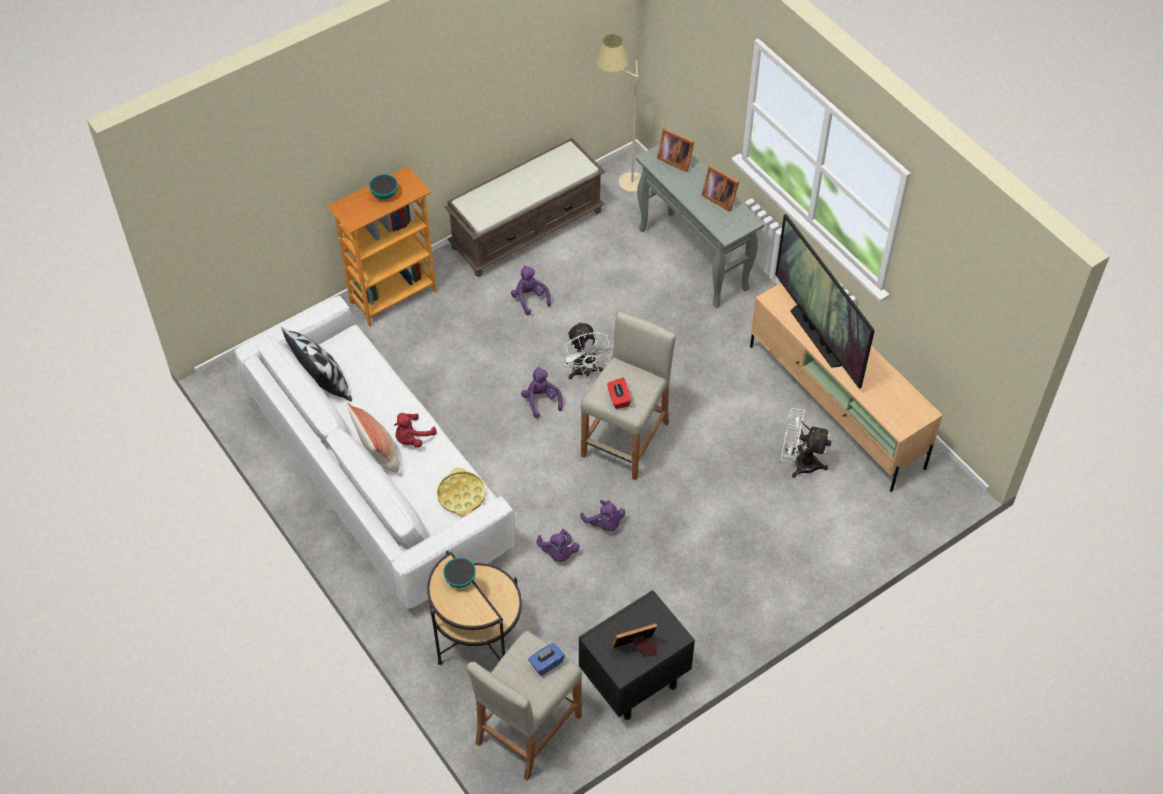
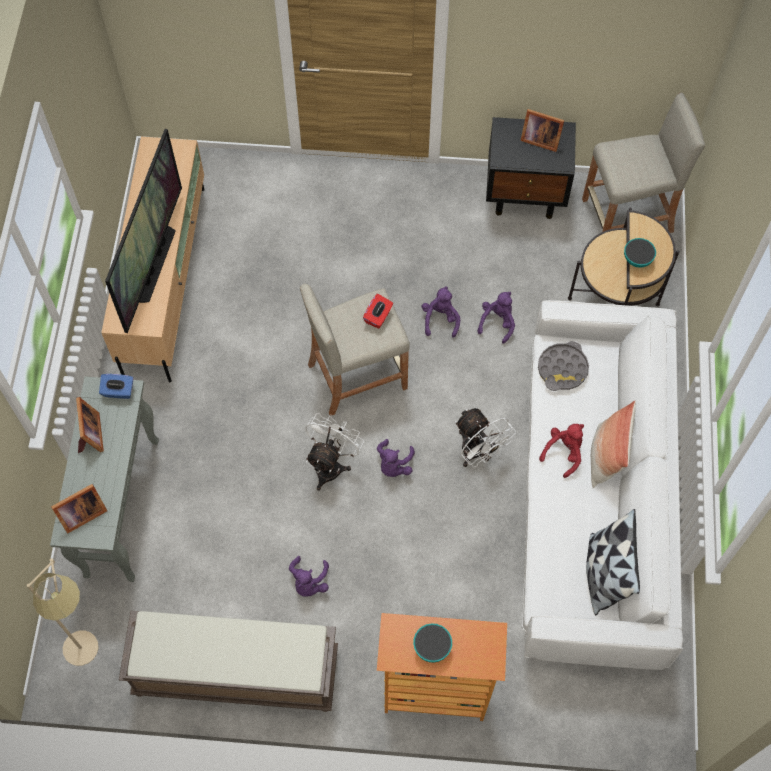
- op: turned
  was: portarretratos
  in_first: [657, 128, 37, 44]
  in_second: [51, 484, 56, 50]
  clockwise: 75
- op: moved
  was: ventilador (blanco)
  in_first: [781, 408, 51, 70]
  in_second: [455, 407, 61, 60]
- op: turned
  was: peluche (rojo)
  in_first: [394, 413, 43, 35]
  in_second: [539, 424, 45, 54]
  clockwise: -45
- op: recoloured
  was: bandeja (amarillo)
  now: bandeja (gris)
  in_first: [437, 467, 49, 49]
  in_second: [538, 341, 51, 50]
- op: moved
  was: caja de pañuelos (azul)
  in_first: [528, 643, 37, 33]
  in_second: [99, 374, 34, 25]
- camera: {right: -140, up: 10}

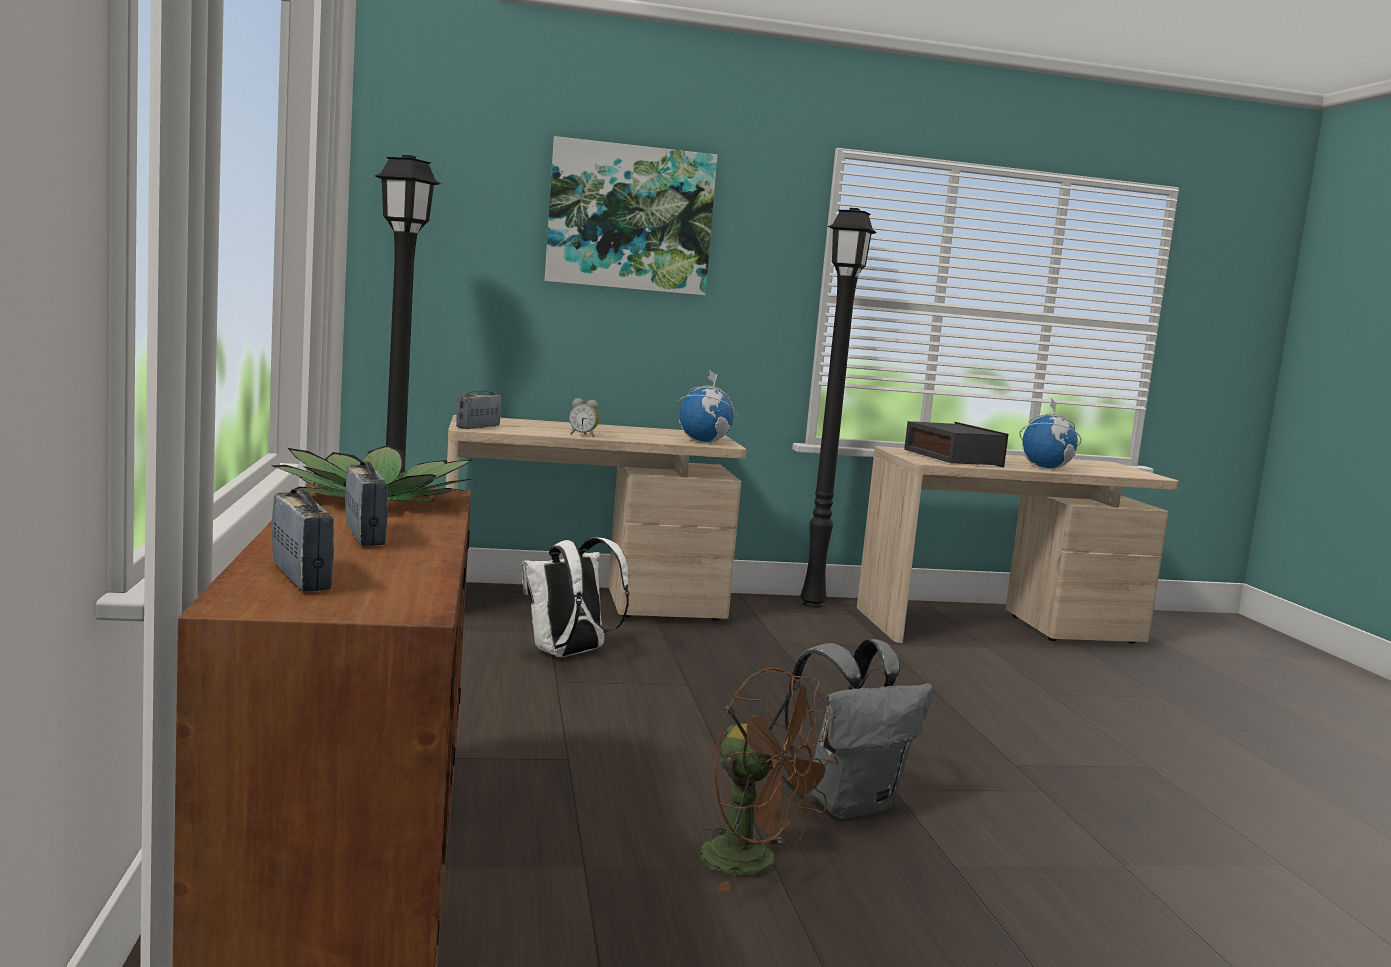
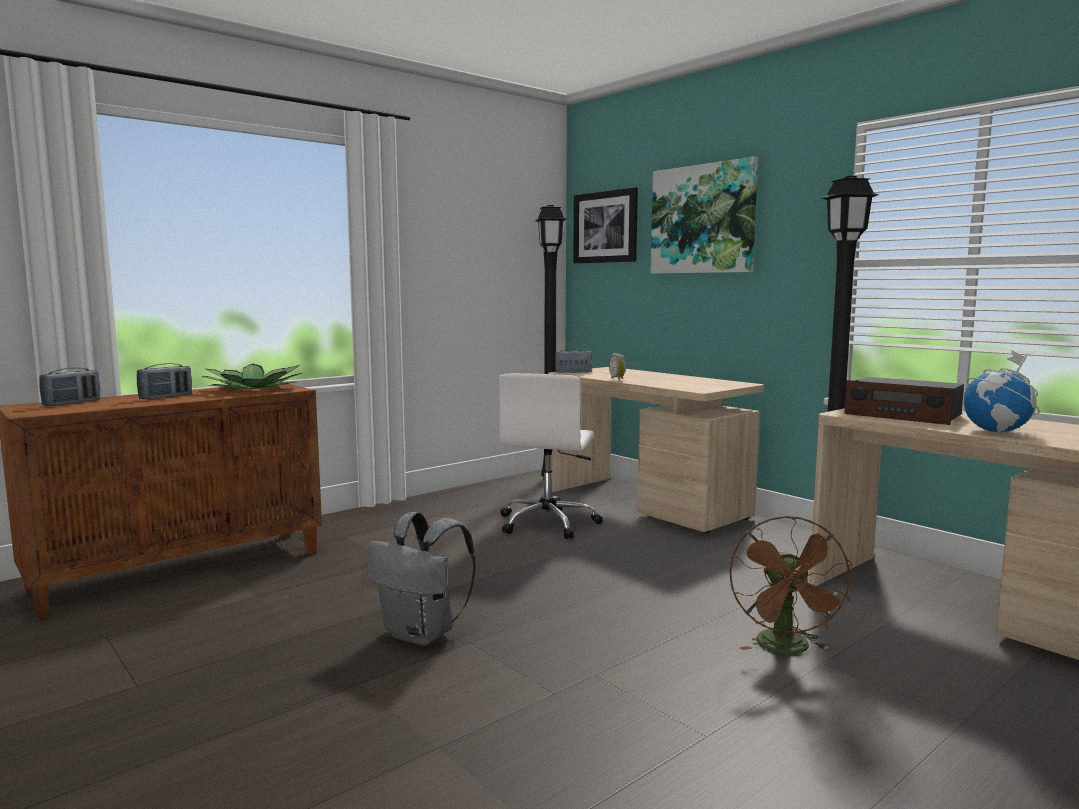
- op: removed
  was: globo terráqueo
  in_first: [678, 370, 60, 73]
- op: turned
  was: radio
  in_first: [904, 421, 105, 47]
  in_second: [844, 377, 120, 48]
  clockwise: 90
- op: replaced
  was: mochila (blanco)
  now: silla de oficina (blanco)
  in_first: [522, 537, 107, 120]
  in_second: [499, 373, 104, 166]
- op: moved
  was: ventilador (marrón)
  in_first: [700, 667, 138, 225]
  in_second: [729, 516, 123, 138]
- op: added
  now: cuadro
  in_second: [573, 187, 65, 77]
- camera: {right: 60, up: 0}

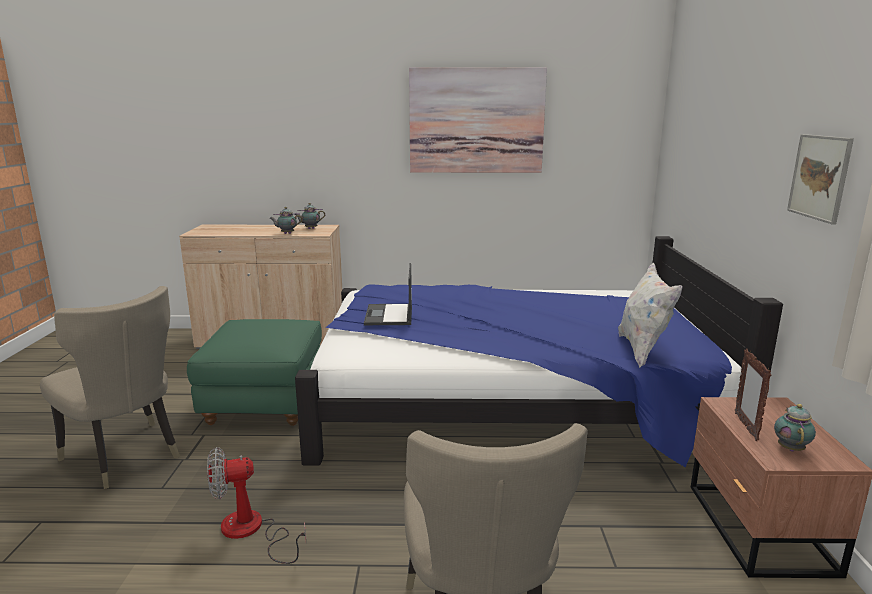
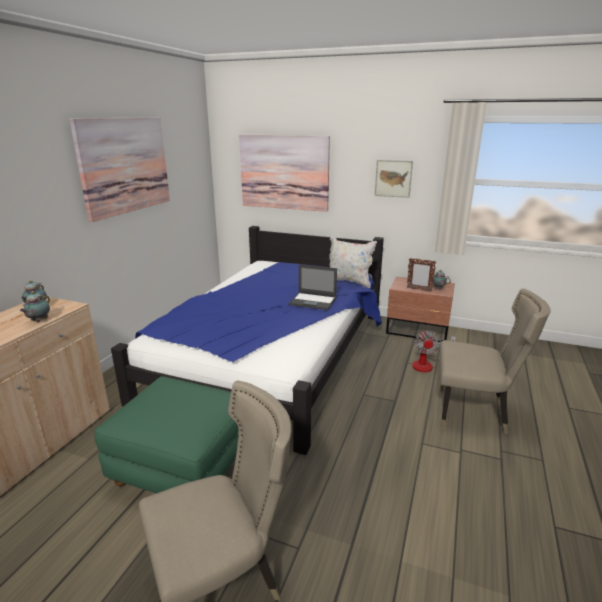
- op: moved
  was: portátil
  in_first: [364, 263, 48, 62]
  in_second: [289, 264, 48, 46]
- op: moved
  was: ventilador
  in_first: [207, 447, 99, 117]
  in_second: [412, 330, 44, 42]
- op: added
  now: cuadro
  in_second: [239, 135, 91, 77]
- camera: {right: -70, up: 5}

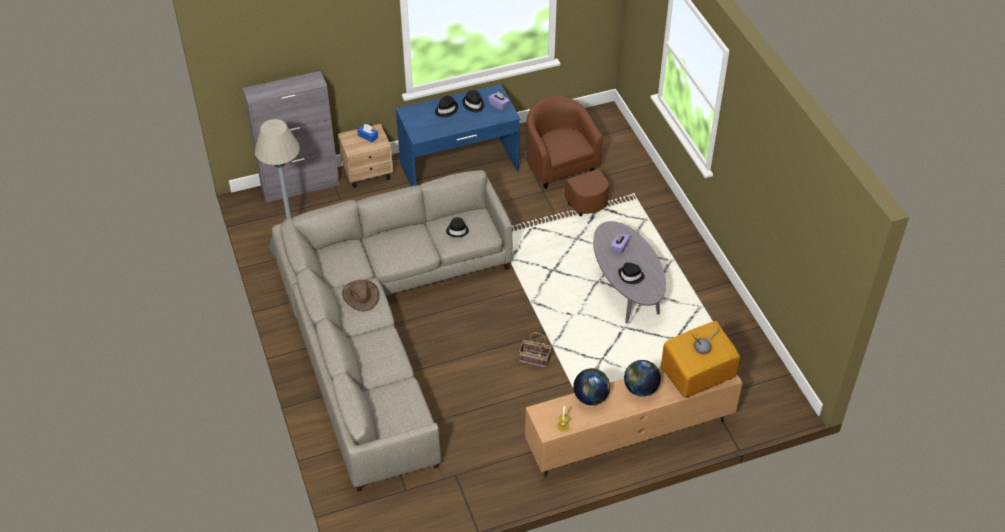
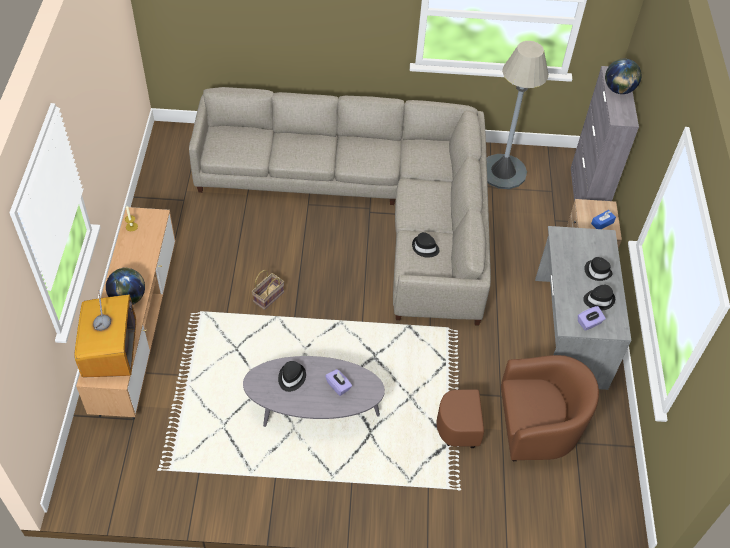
- op: recoloured
  was: escritorio (azul)
  now: escritorio (gris)
  in_first: [396, 84, 125, 102]
  in_second: [535, 226, 96, 164]
- op: removed
  was: sombrero (marrón)
  in_first: [342, 280, 37, 31]
- op: moved
  was: globo terráqueo
  in_first: [573, 368, 37, 37]
  in_second: [605, 58, 36, 36]
- camera: {right: 110, up: 5}

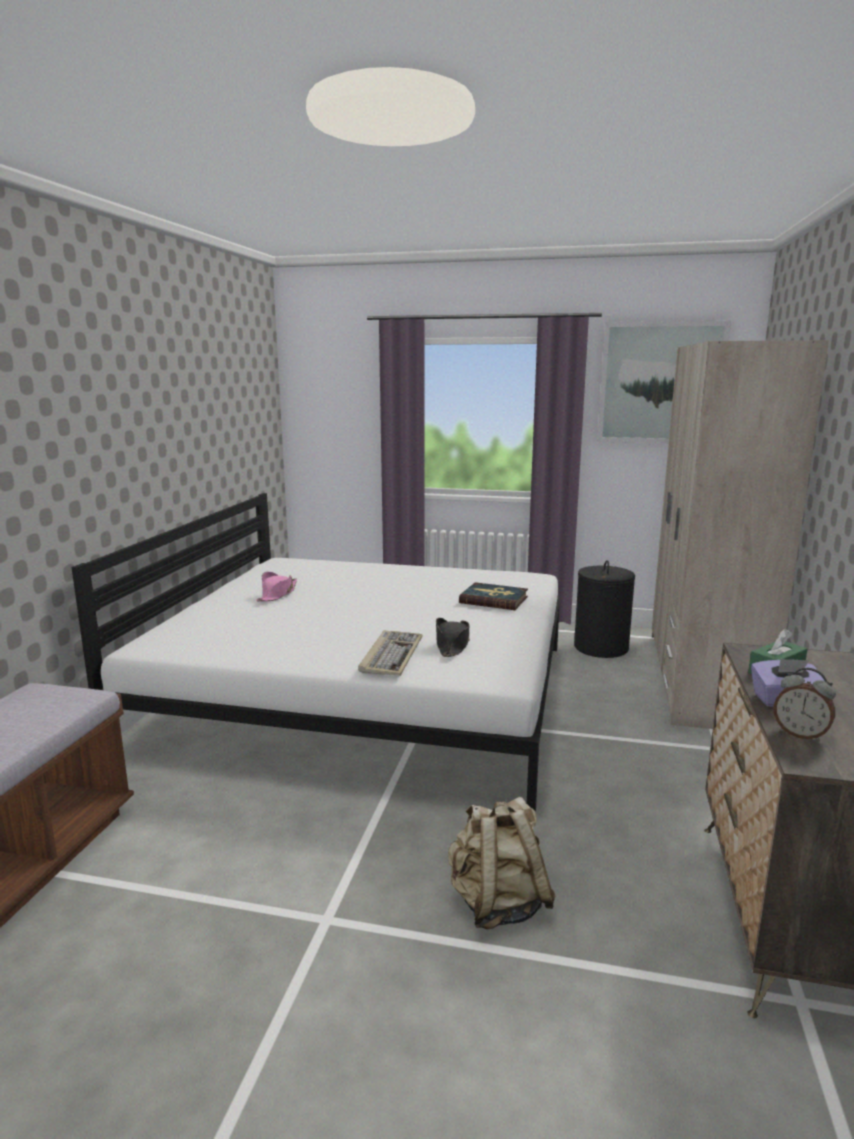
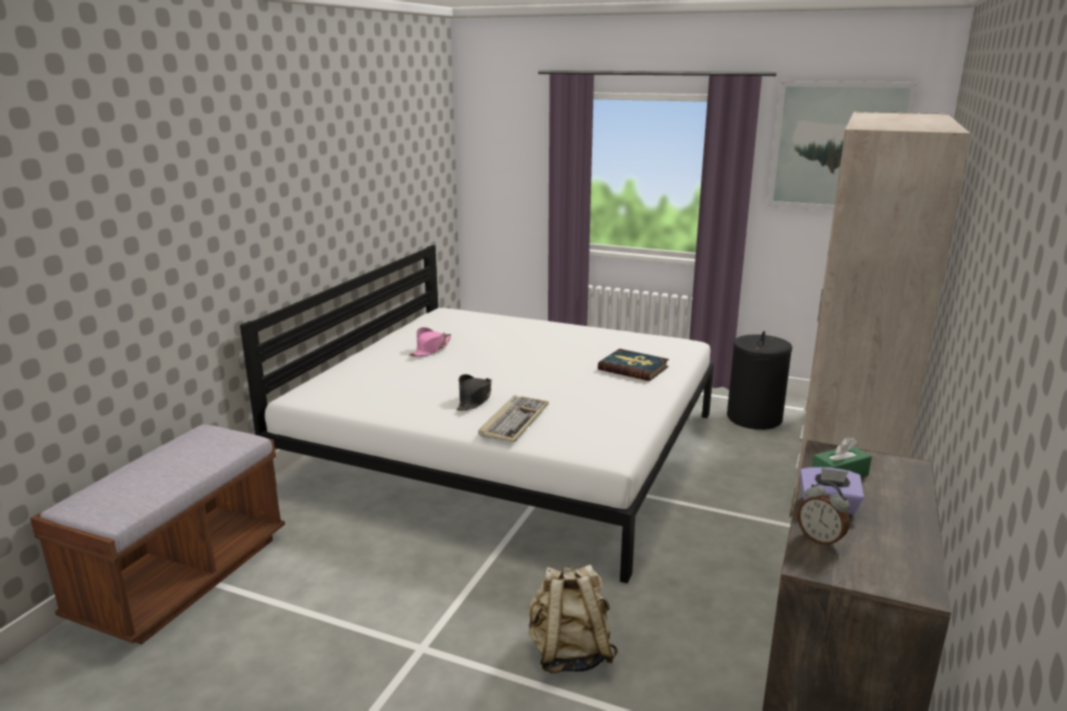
- op: moved
  was: sombrero (negro)
  in_first: [436, 618, 34, 39]
  in_second: [457, 374, 35, 37]
- camera: {right: 10, up: 5}

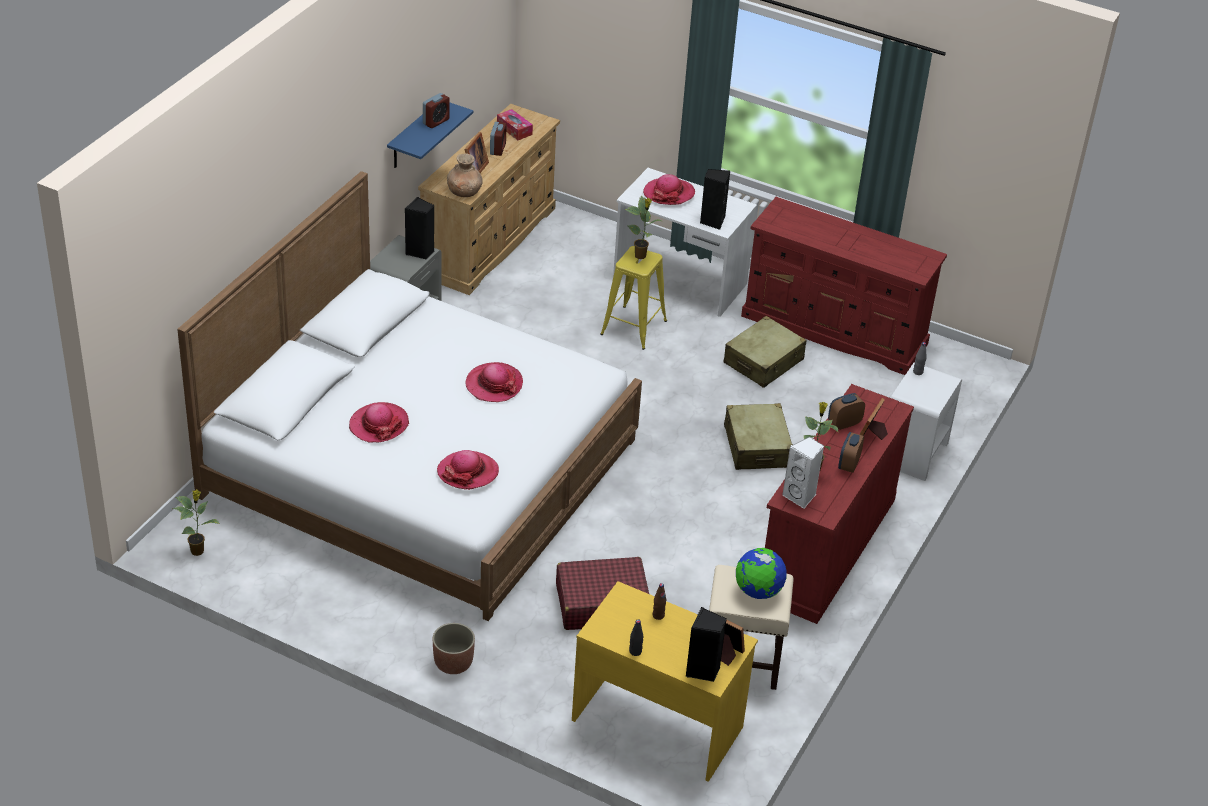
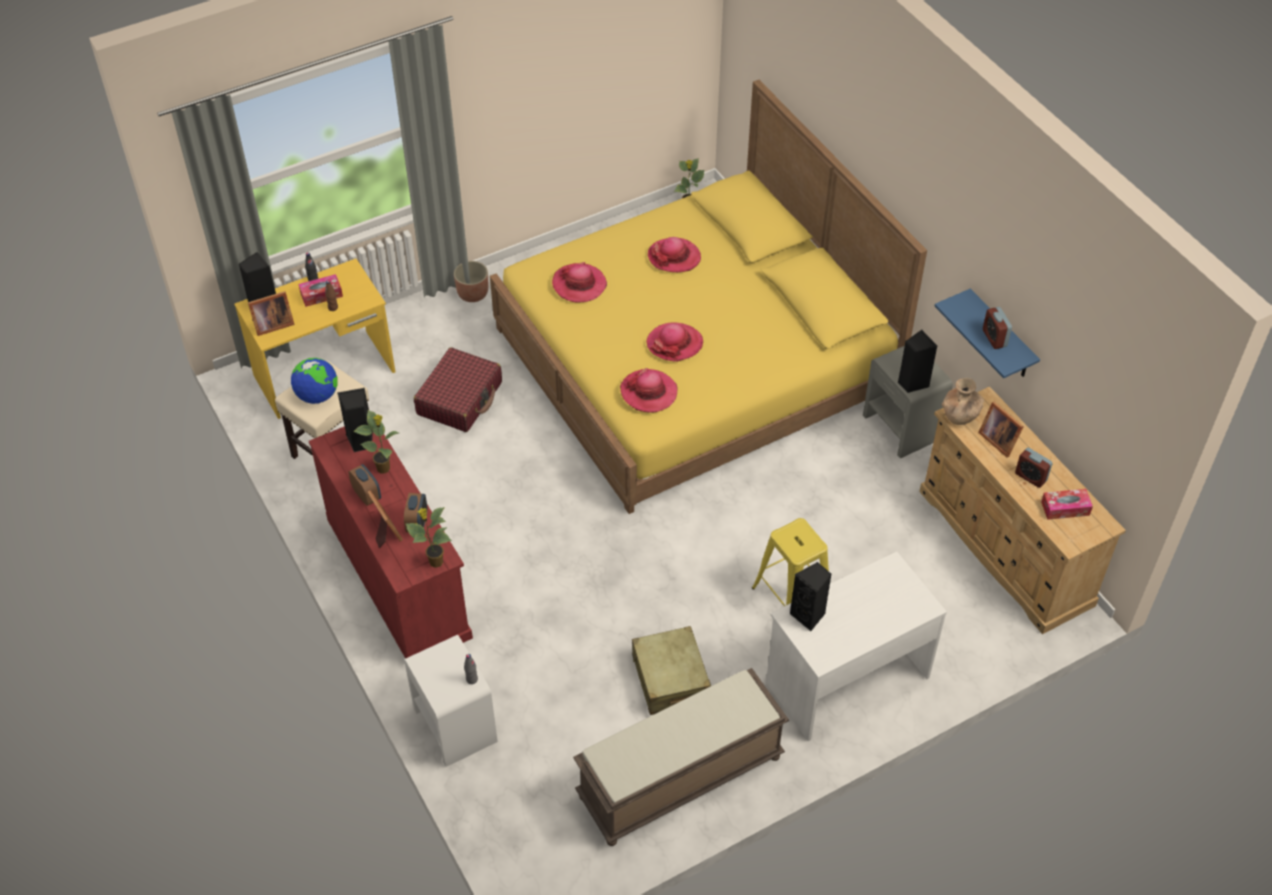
- op: recoloured
  was: cama (blanco)
  now: cama (amarillo)
  in_first: [177, 171, 465, 450]
  in_second: [490, 80, 437, 434]
- op: moved
  was: sombrero
  in_first: [643, 174, 52, 31]
  in_second: [620, 368, 57, 45]
- op: moved
  was: planta en maceta
  in_first: [625, 196, 36, 63]
  in_second: [405, 507, 47, 61]
- op: replaced
  was: cómoda (rojo)
  now: banco (marrón)
  in_first: [741, 197, 206, 178]
  in_second: [573, 668, 216, 178]
- op: removed
  was: maleta (beis)
  in_first: [724, 403, 69, 67]
- op: recoloured
  was: altavoz (blanco)
  now: altavoz (negro)
  in_first: [782, 437, 42, 72]
  in_second: [337, 388, 36, 64]
- op: added
  now: caja de pañuelos
  in_second: [299, 274, 44, 33]
- camera: {right: 125, up: 10}

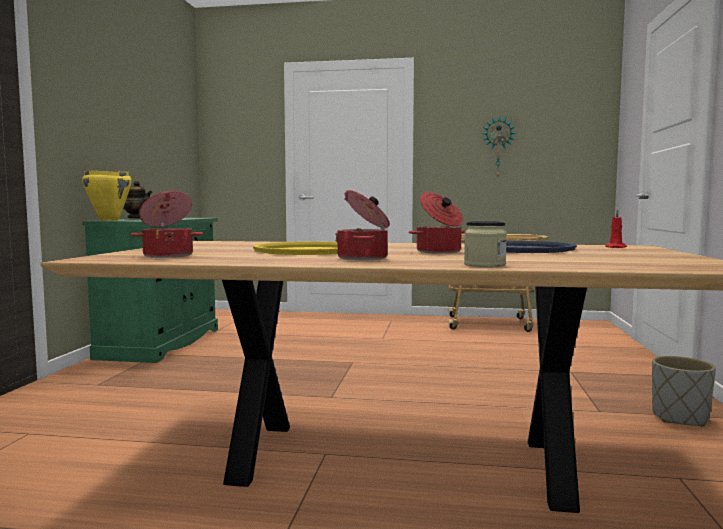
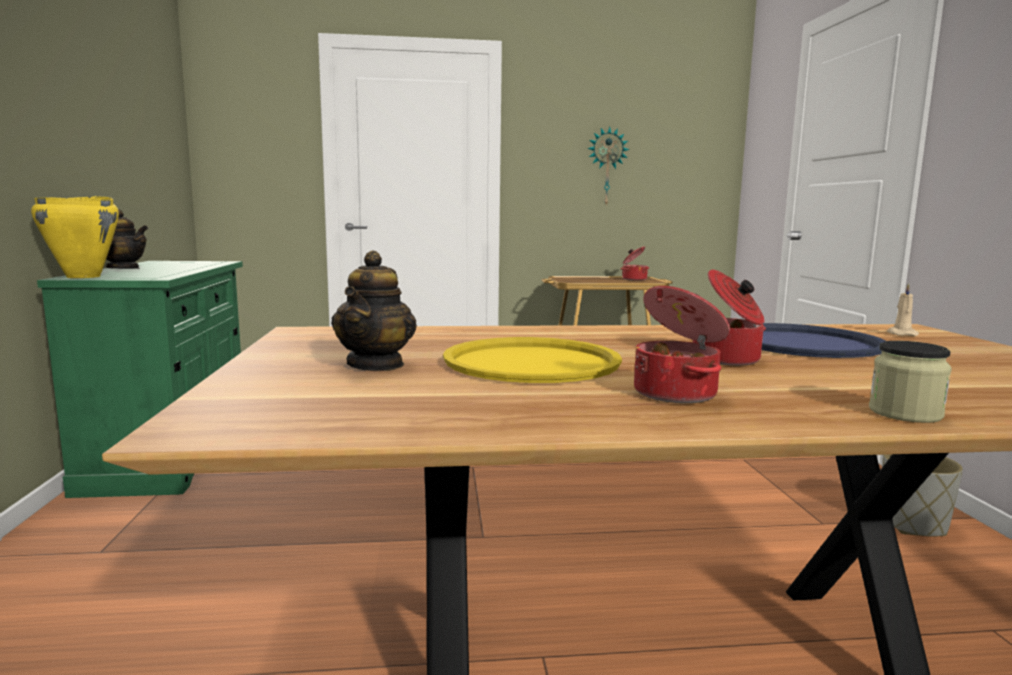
- op: moved
  was: olla
  in_first: [131, 191, 72, 67]
  in_second: [620, 247, 29, 34]
- op: recoloured
  was: vela (rojo)
  now: vela (beis)
  in_first: [605, 209, 22, 39]
  in_second: [887, 283, 32, 53]
- op: added
  now: tetera
  in_second: [331, 250, 86, 121]
- camera: {right: -15, up: 5}

